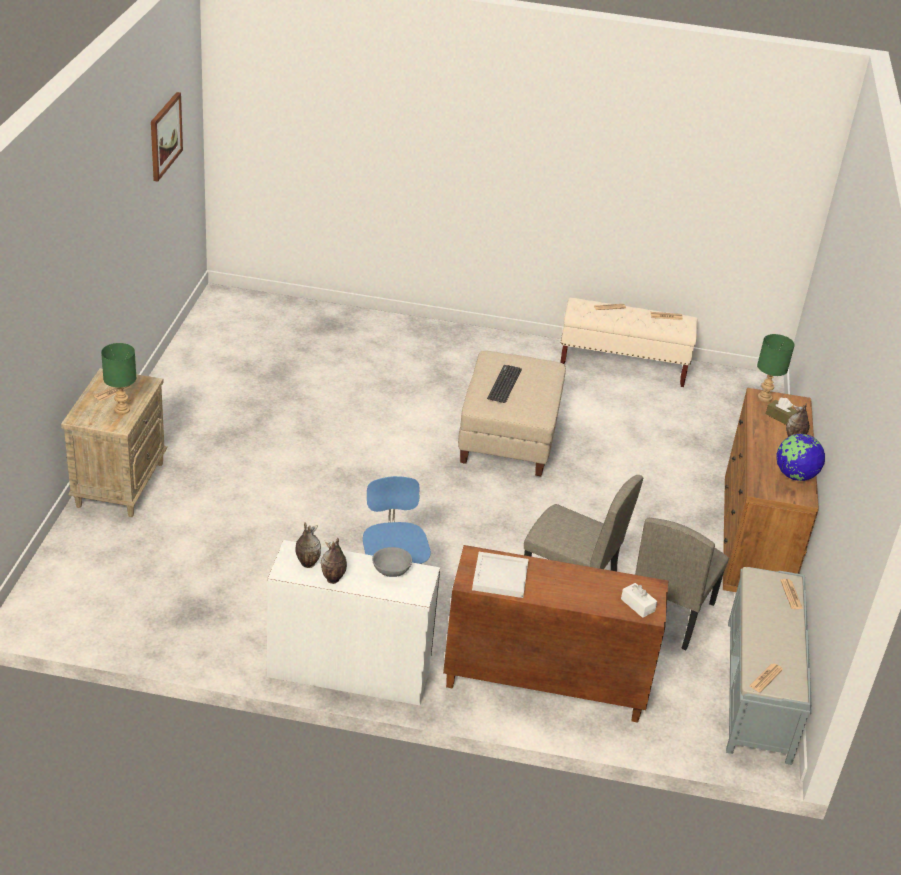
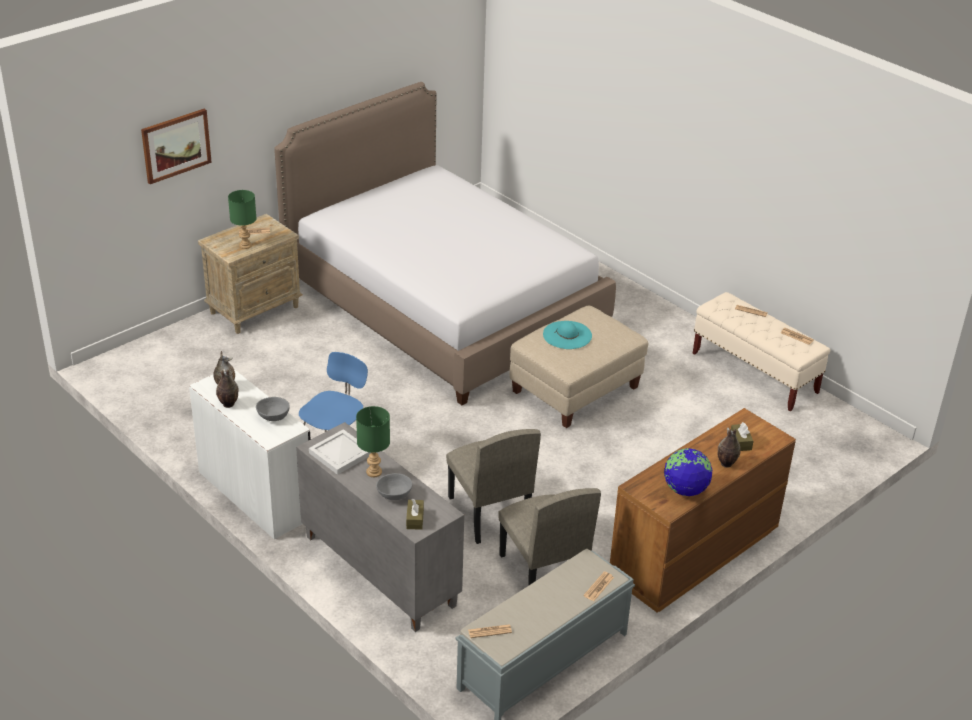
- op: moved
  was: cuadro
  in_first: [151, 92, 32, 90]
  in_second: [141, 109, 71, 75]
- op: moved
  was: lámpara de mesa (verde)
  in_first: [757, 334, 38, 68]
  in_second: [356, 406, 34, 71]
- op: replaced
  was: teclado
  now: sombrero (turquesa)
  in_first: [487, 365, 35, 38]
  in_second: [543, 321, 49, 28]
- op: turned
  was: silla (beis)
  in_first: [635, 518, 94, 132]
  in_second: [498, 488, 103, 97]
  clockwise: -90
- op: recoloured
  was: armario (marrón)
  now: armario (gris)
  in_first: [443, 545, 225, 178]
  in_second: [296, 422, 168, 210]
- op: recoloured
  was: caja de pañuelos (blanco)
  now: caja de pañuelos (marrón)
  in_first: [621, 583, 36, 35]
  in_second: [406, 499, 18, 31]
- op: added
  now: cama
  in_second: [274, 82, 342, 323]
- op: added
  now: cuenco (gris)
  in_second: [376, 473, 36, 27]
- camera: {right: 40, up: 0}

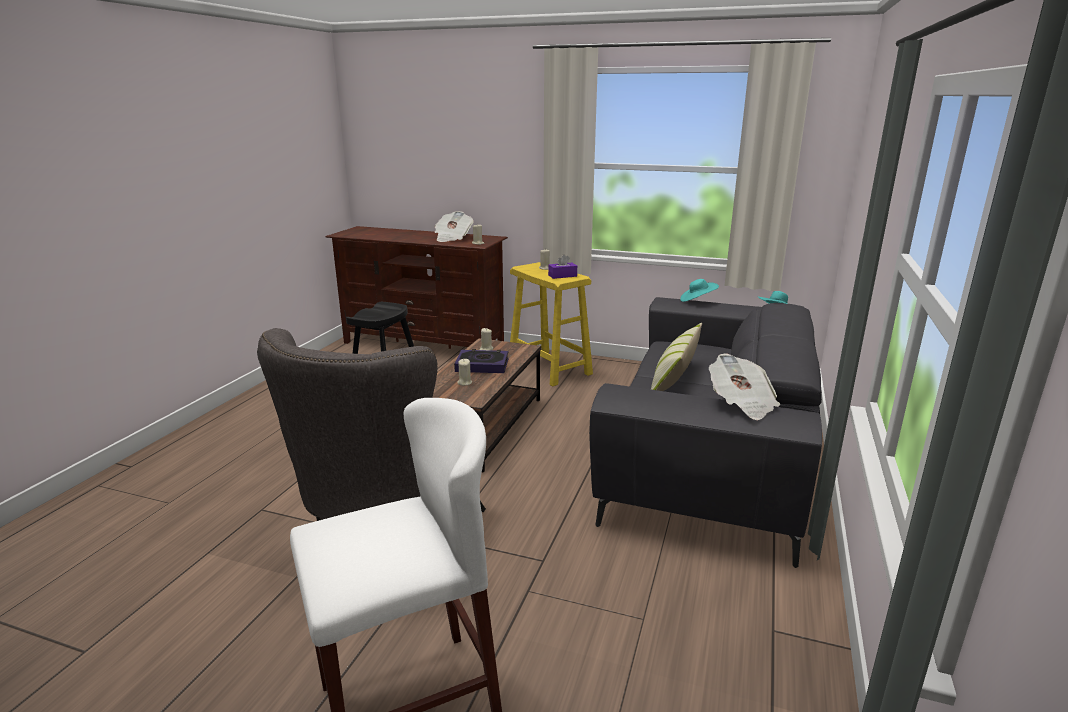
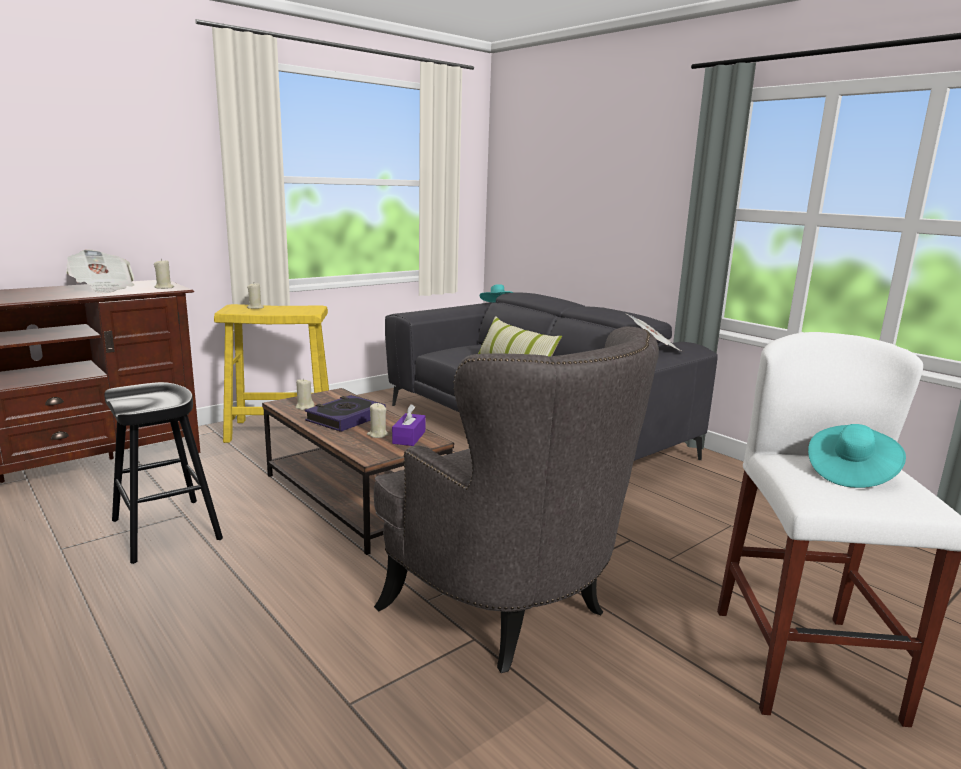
- op: moved
  was: caja de pañuelos (morado)
  in_first: [548, 254, 29, 25]
  in_second: [392, 404, 33, 42]
- op: moved
  was: sombrero (turquesa)
  in_first: [680, 279, 39, 23]
  in_second: [808, 424, 98, 64]
- camera: {right: -60, up: -5}

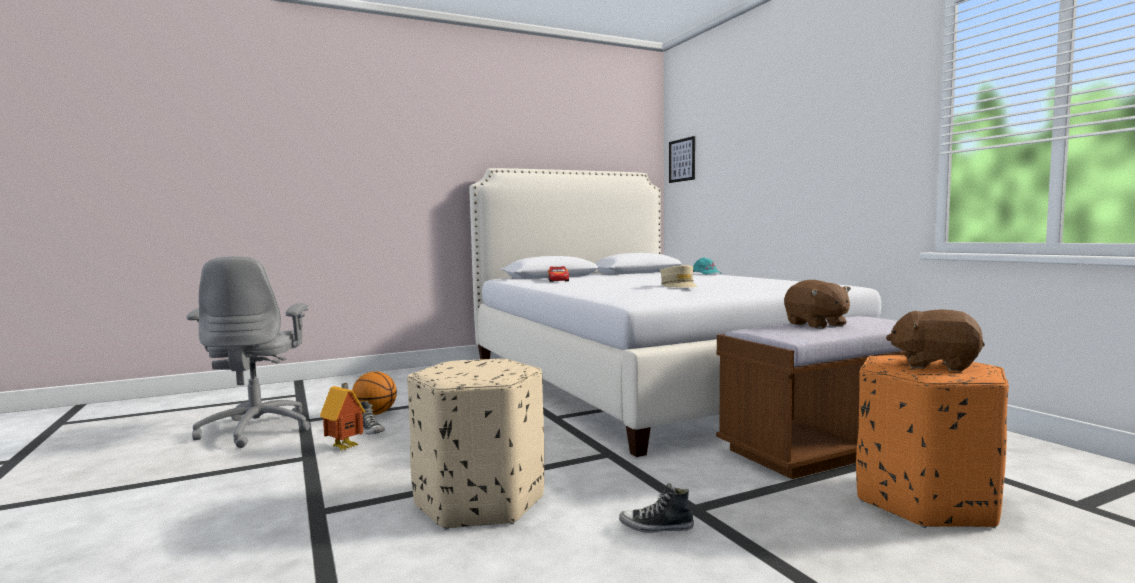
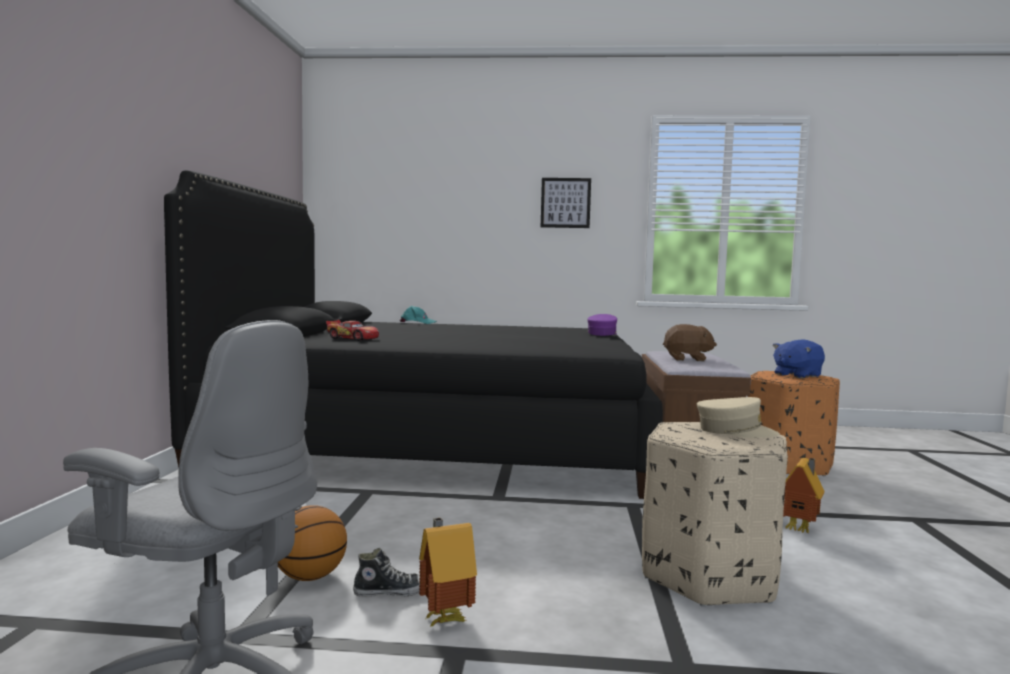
- op: moved
  was: cuadro
  in_first: [669, 136, 26, 47]
  in_second: [541, 178, 50, 50]
- op: recoloured
  was: cama (blanco)
  now: cama (negro)
  in_first: [469, 168, 412, 289]
  in_second: [164, 170, 499, 329]
- op: moved
  was: gorra (beis)
  in_first: [660, 265, 37, 22]
  in_second: [697, 397, 83, 41]
- op: recoloured
  was: peluche (marrón)
  now: peluche (azul)
  in_first: [886, 309, 99, 62]
  in_second: [773, 340, 52, 39]
- op: replaced
  was: zapato
  now: casita
  in_first: [619, 483, 75, 50]
  in_second: [783, 458, 41, 75]
- op: added
  now: gorra (morado)
  in_second: [587, 314, 30, 22]
- camera: {right: -60, up: 0}

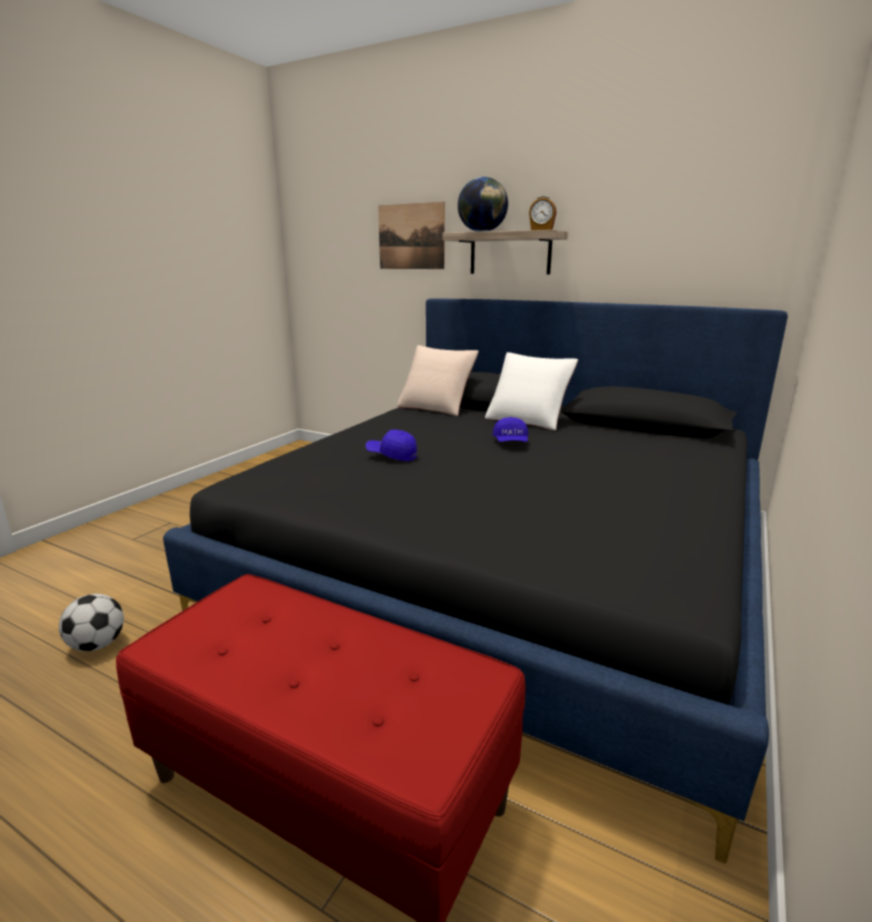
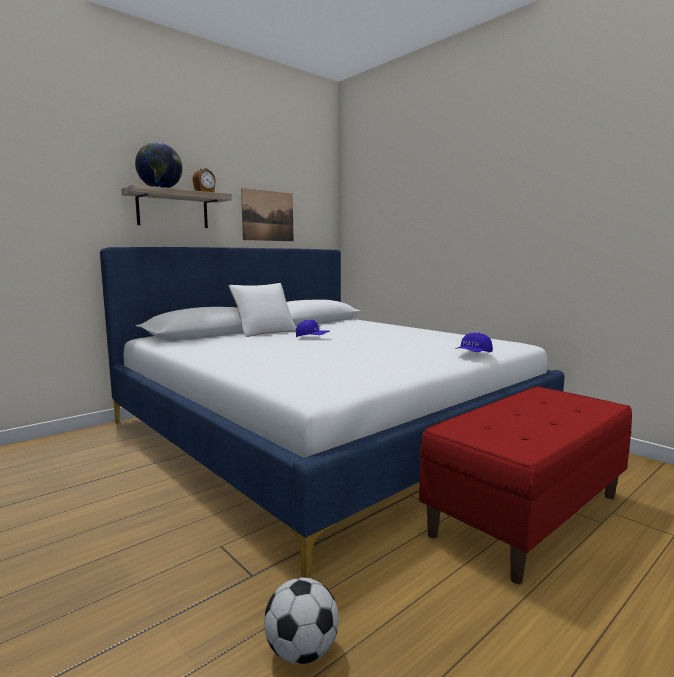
- op: moved
  was: cuadro
  in_first: [378, 202, 67, 67]
  in_second: [241, 188, 52, 53]
- op: recoloured
  was: cama (negro)
  now: cama (blanco)
  in_first: [163, 298, 625, 566]
  in_second: [100, 247, 464, 331]
- op: removed
  was: cojín (beis)
  in_first: [397, 345, 82, 71]
- op: moved
  was: gorra (azul)
  in_first: [366, 429, 51, 32]
  in_second: [455, 333, 38, 19]
- camera: {right: -70, up: -10}

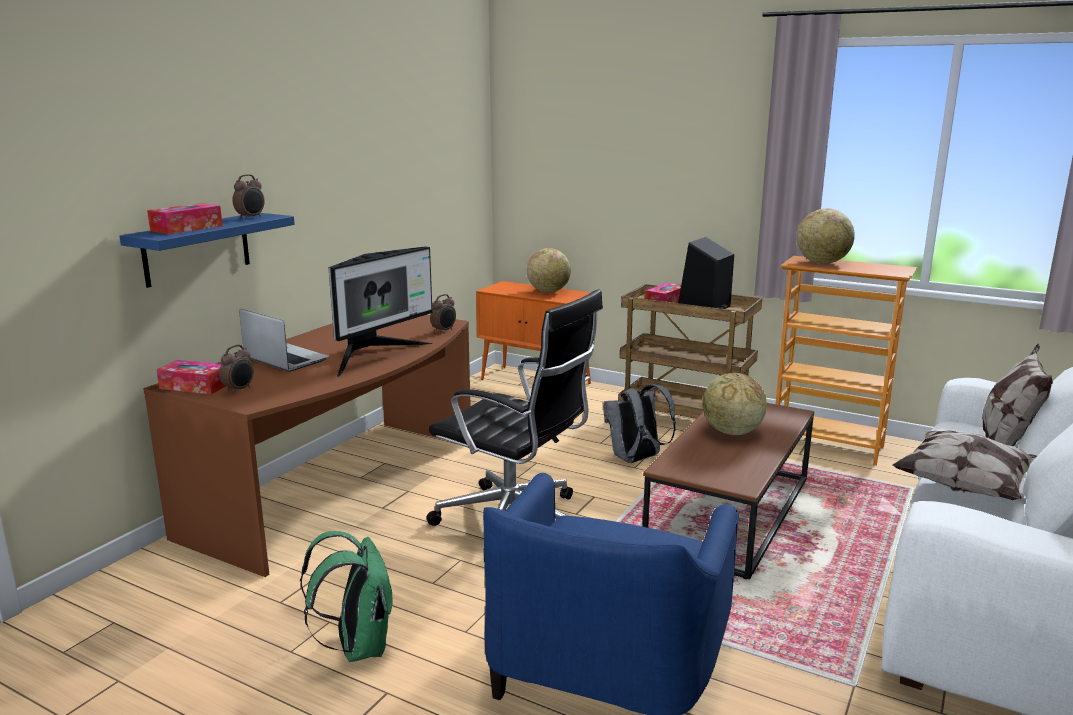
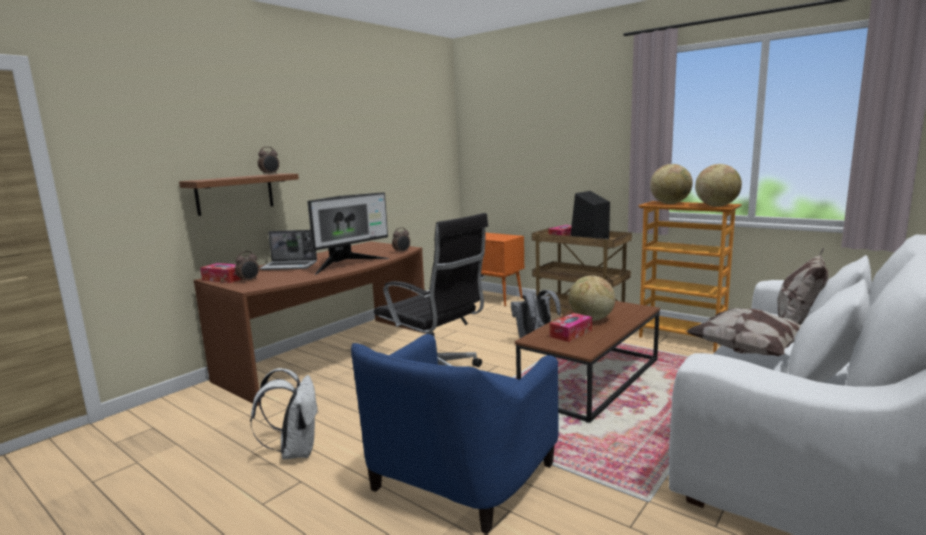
- op: moved
  was: caja de pañuelos
  in_first: [147, 203, 76, 31]
  in_second: [550, 313, 42, 29]
- op: recoloured
  was: estante (azul)
  now: estante (marrón)
  in_first: [120, 213, 175, 75]
  in_second: [179, 174, 120, 42]
- op: moved
  was: globo terráqueo
  in_first: [526, 248, 45, 45]
  in_second: [695, 164, 47, 43]
- op: turned
  was: portátil
  in_first: [239, 309, 90, 63]
  in_second: [259, 230, 58, 40]
  clockwise: 135
- op: recoloured
  was: mochila (verde)
  now: mochila (blanco)
  in_first: [300, 531, 93, 131]
  in_second: [250, 368, 69, 91]
- camera: {right: 10, up: -5}

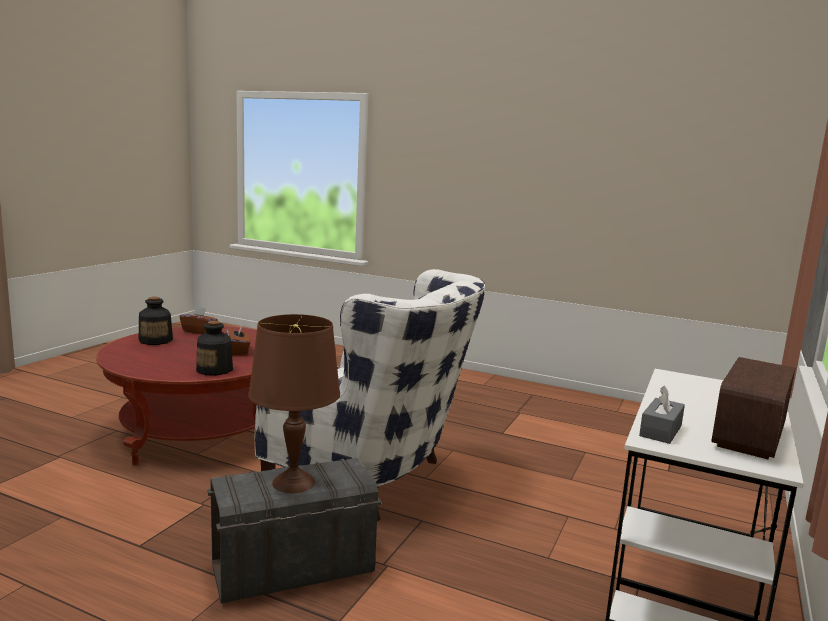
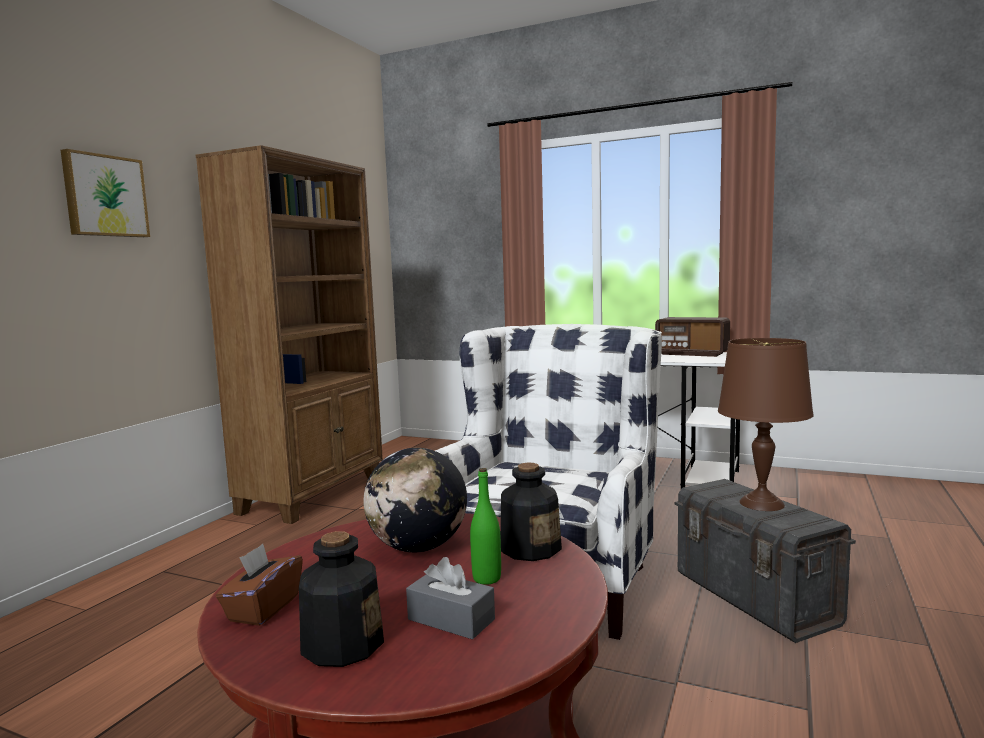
- op: replaced
  was: caja de pañuelos (marrón)
  now: globo terráqueo
  in_first: [226, 324, 25, 31]
  in_second: [364, 448, 103, 105]
- op: moved
  was: caja de pañuelos (gris)
  in_first: [639, 386, 46, 58]
  in_second: [406, 557, 89, 83]
- op: added
  now: estantería (marrón)
  in_second: [196, 145, 187, 379]
- op: added
  now: cuadro
  in_second: [61, 149, 89, 88]
- op: added
  now: botella (verde)
  in_second: [470, 468, 31, 117]
- camera: {right: -90, up: -5}

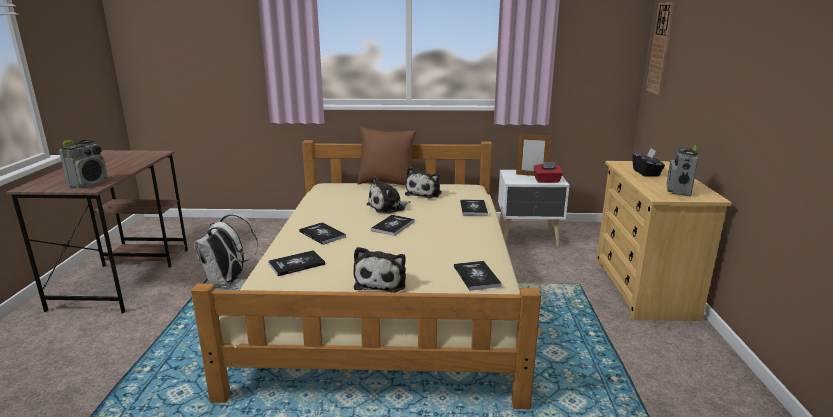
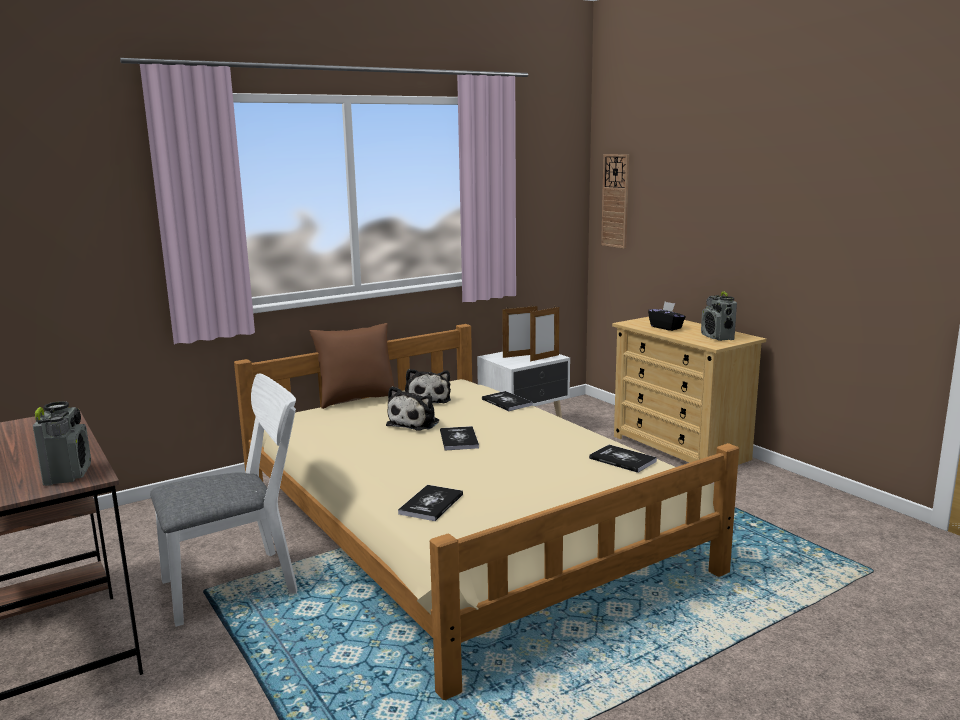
- op: replaced
  was: caja de pañuelos (rojo)
  now: portarretratos
  in_first: [533, 162, 30, 21]
  in_second: [530, 306, 29, 55]
- op: replaced
  was: mochila (blanco)
  now: silla (blanco)
  in_first: [194, 213, 64, 73]
  in_second: [150, 374, 148, 253]
- op: removed
  was: libro
  in_first: [299, 222, 47, 23]
- op: removed
  was: peluche
  in_first: [354, 247, 52, 46]
- camera: {right: -35, up: -5}

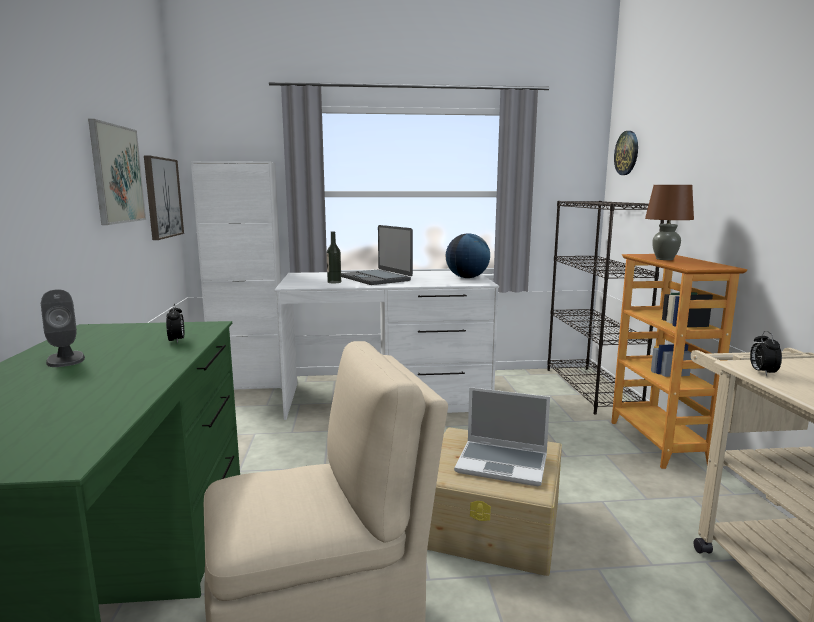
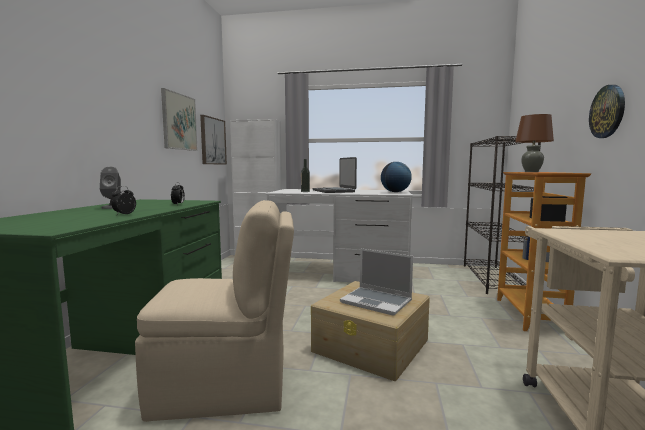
- op: moved
  was: reloj de pared
  in_first: [614, 131, 24, 44]
  in_second: [589, 85, 36, 53]
- op: moved
  was: despertador
  in_first: [750, 331, 32, 45]
  in_second: [111, 186, 25, 29]
- camera: {right: 15, up: -5}

